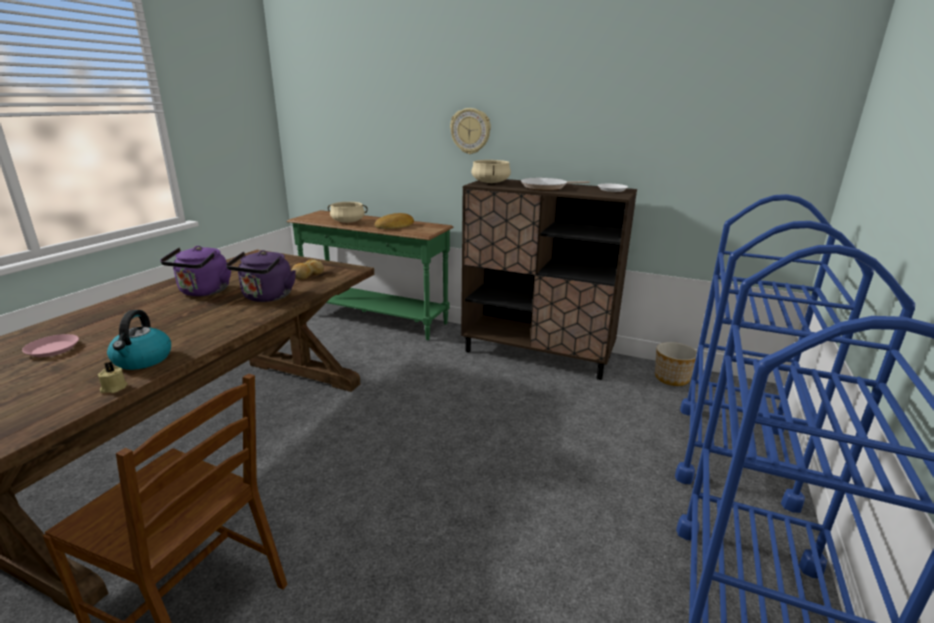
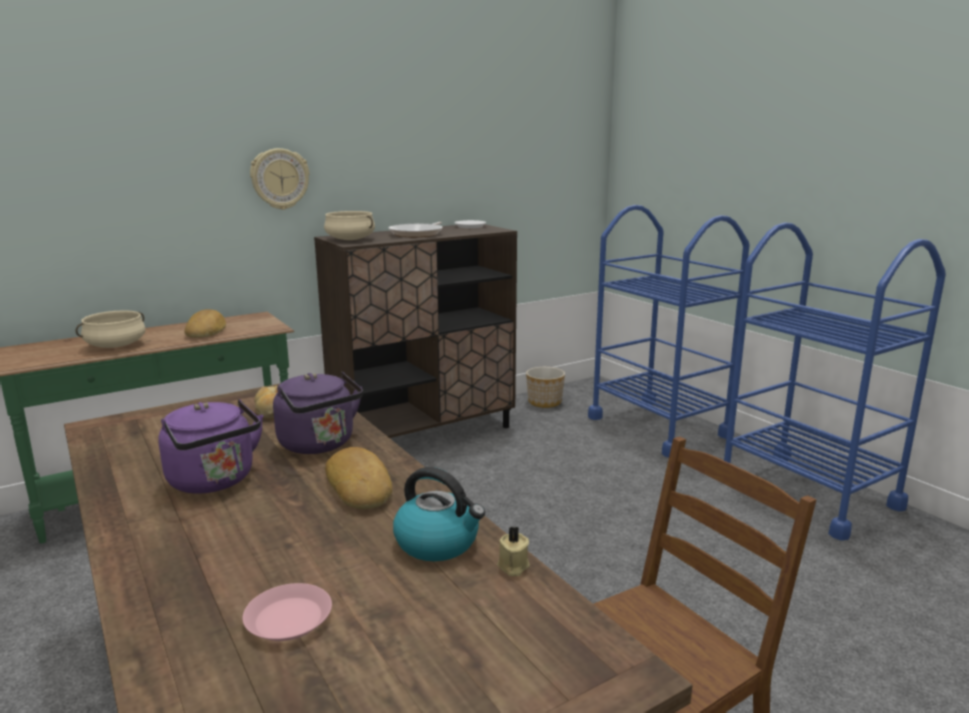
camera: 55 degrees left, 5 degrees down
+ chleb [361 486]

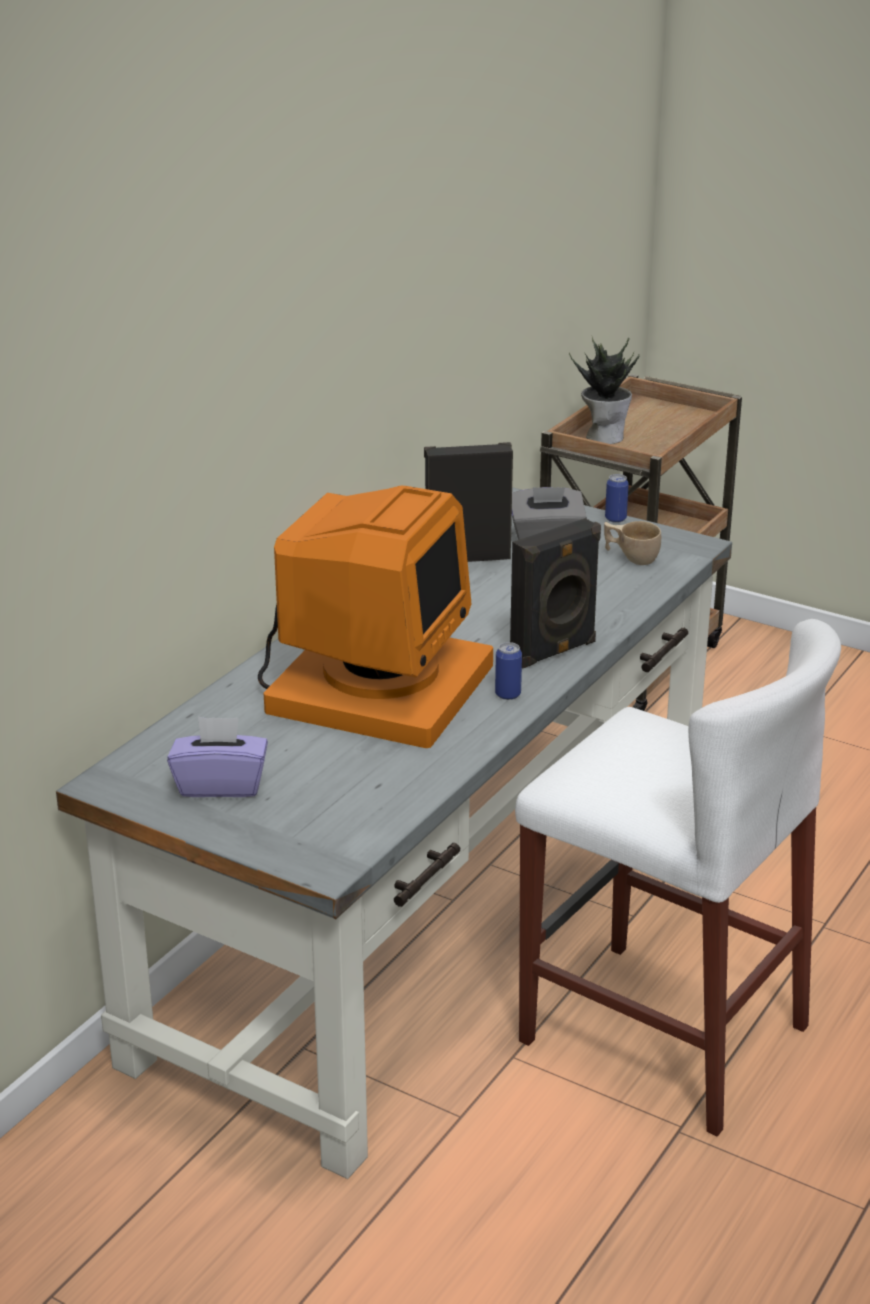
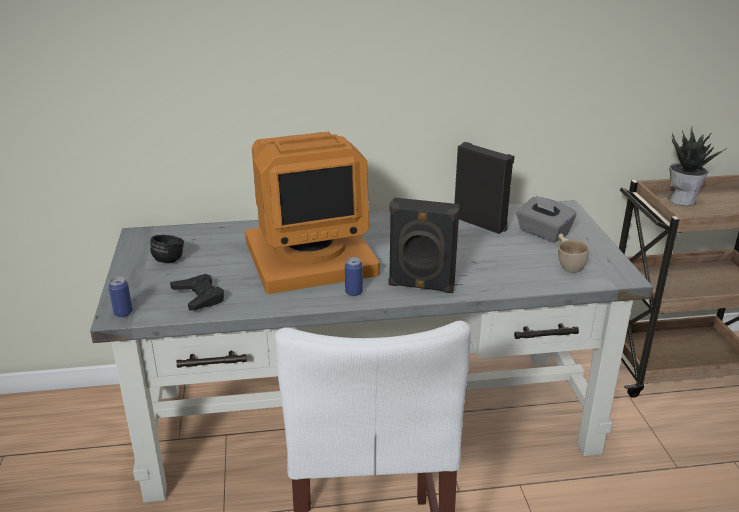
camera: 50 degrees right, 0 degrees up
~ puszka [615 519] to [123 313]
~ pudełko chusteczek [fioletowy] [221 785] to kubek [czarny] [167 259]
+ pad do gier [czarny] [199 297]

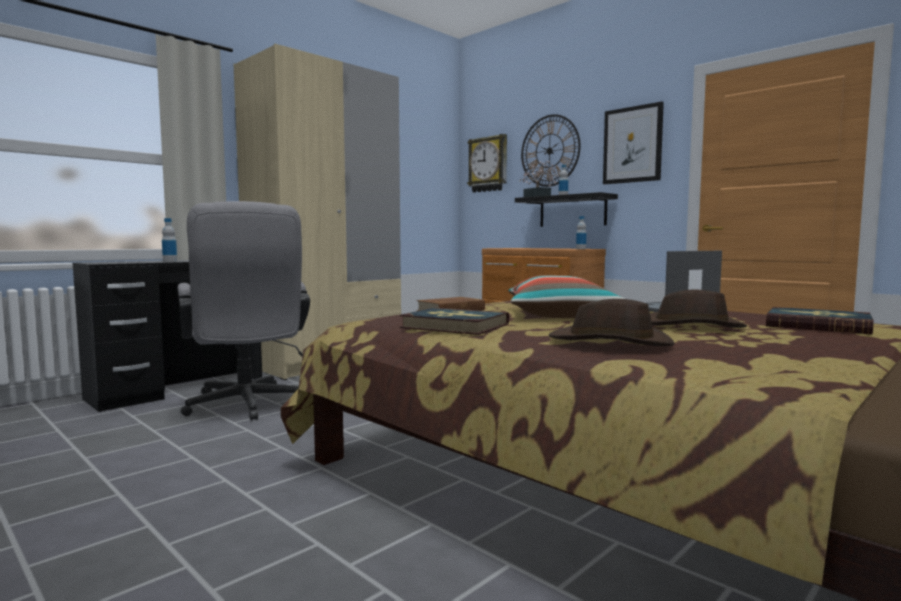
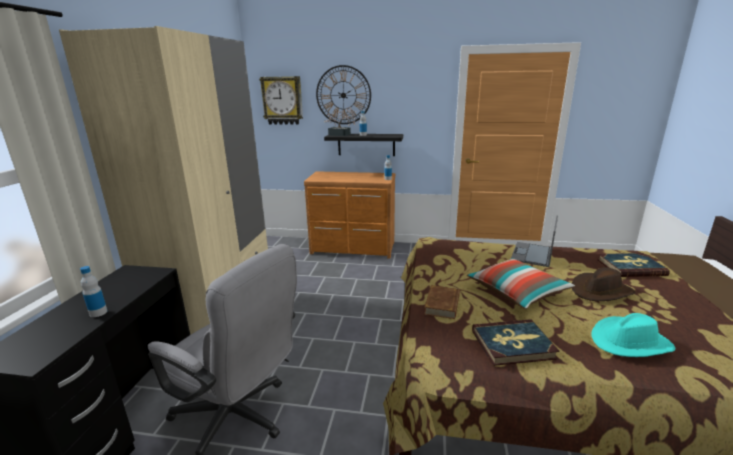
camera: 35 degrees left, 15 degrees up
~ kapelusz [brązowy] [610 342] to kapelusz [turkusowy] [630 342]
- obraz [632 145]

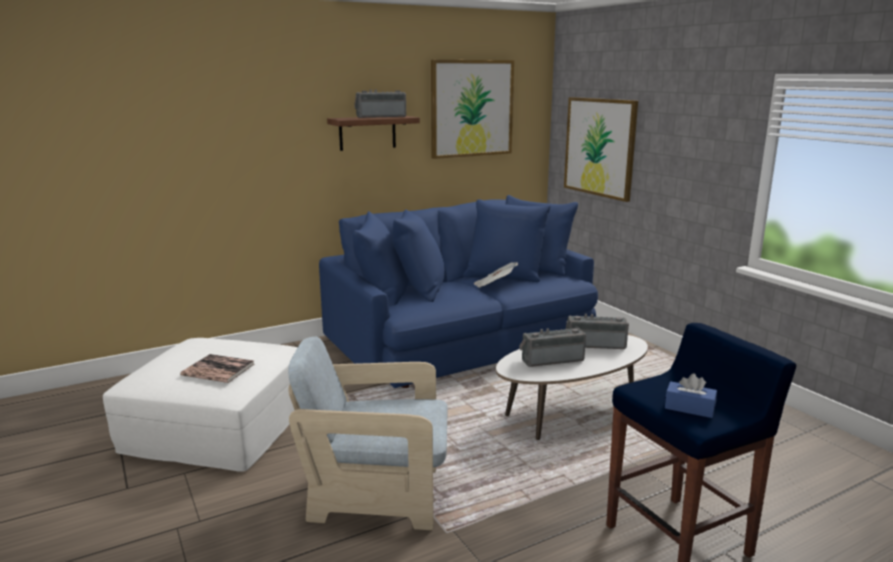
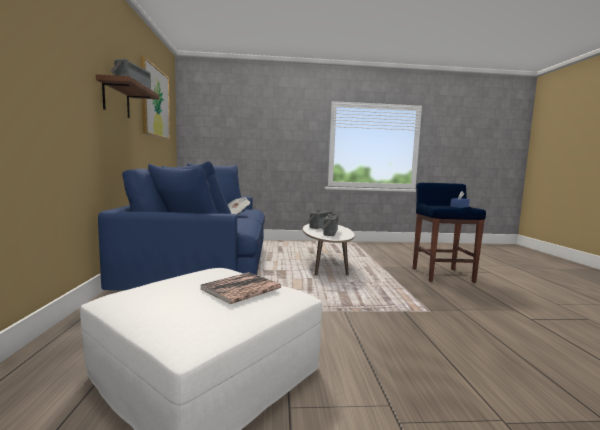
camera: 65 degrees left, 10 degrees down
- fotel [beżowy] [377 494]
- obraz [599 147]

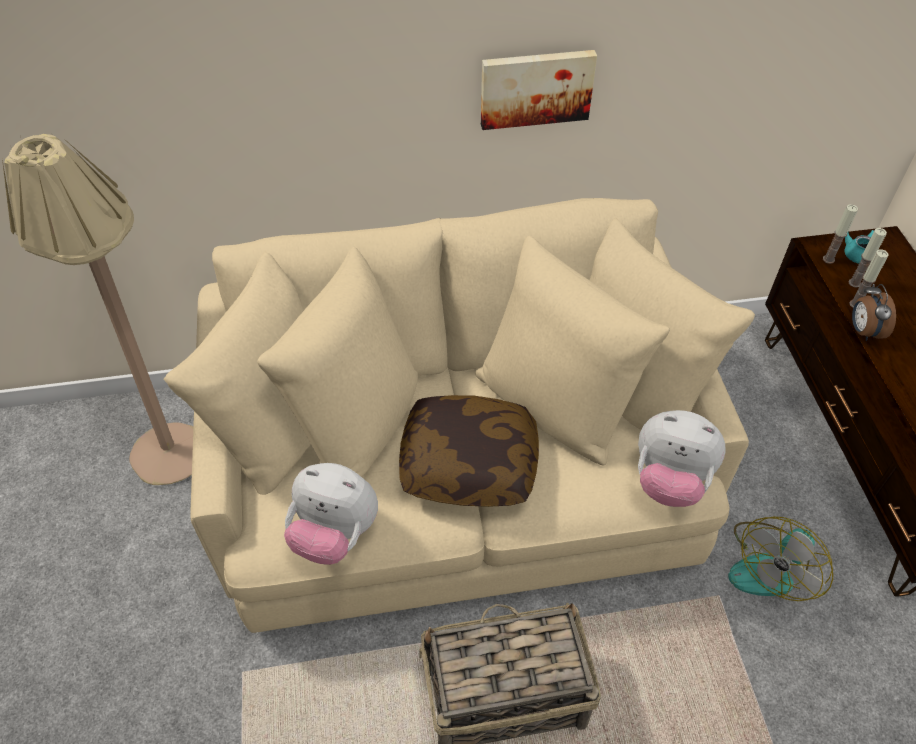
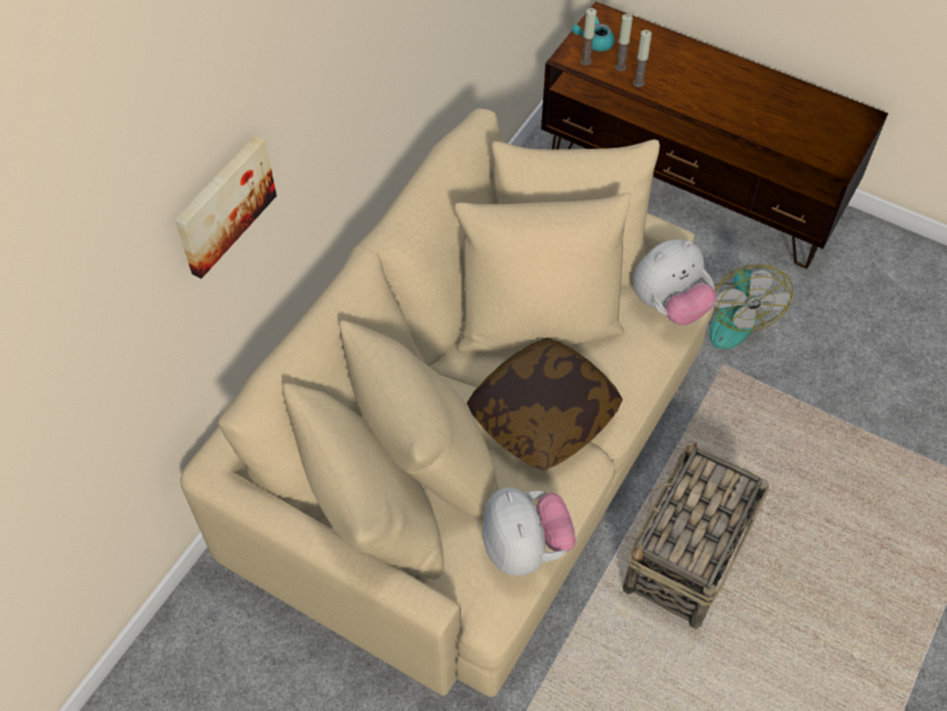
camera: 50 degrees left, 5 degrees up
~ obraz [536 87] to [223 204]
~ pluszak [334 534] = [525 548] 75 degrees counterclockwise
- lampa stojąca [beżowy] [172 438]
- budzik [863 331]

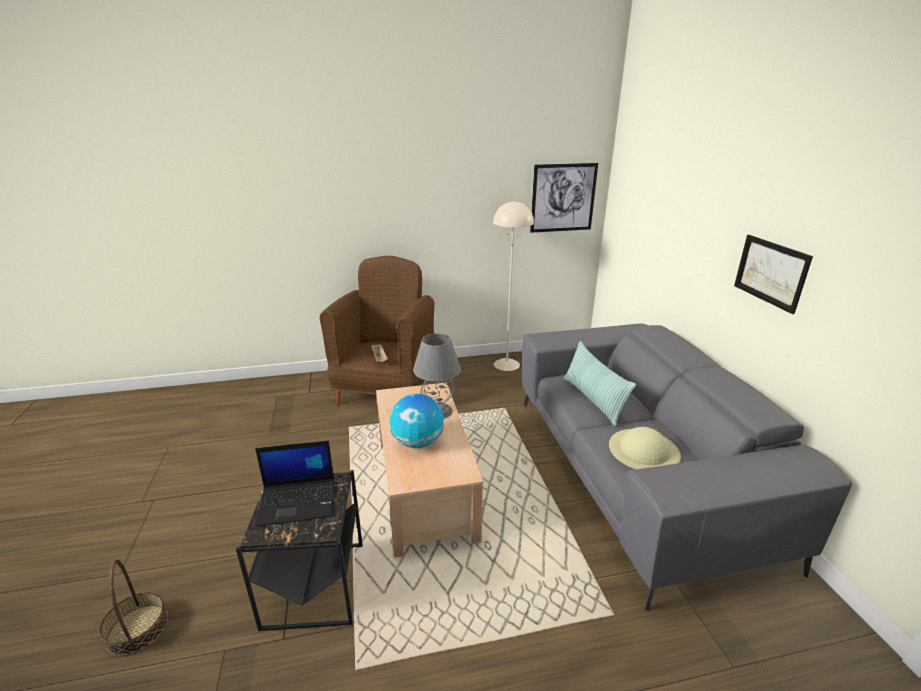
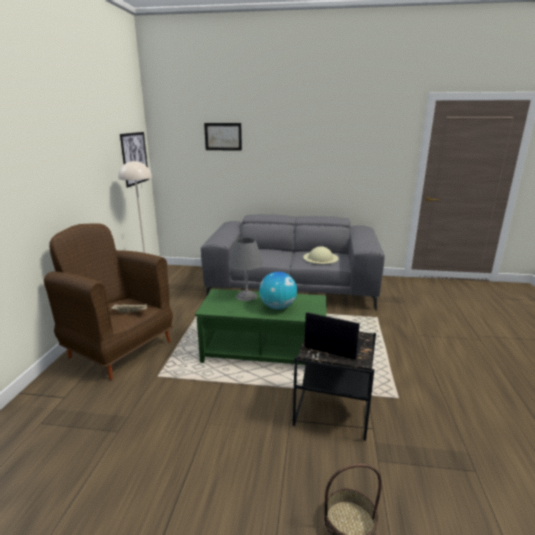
camera: 70 degrees left, 5 degrees down
~ ława [beżowy] [426 489] to ława [zielony] [264 351]
~ obraz [770 272] to [223 136]
~ laptop [298 501] = [333 344] 75 degrees counterclockwise
- poduszka [593 399]

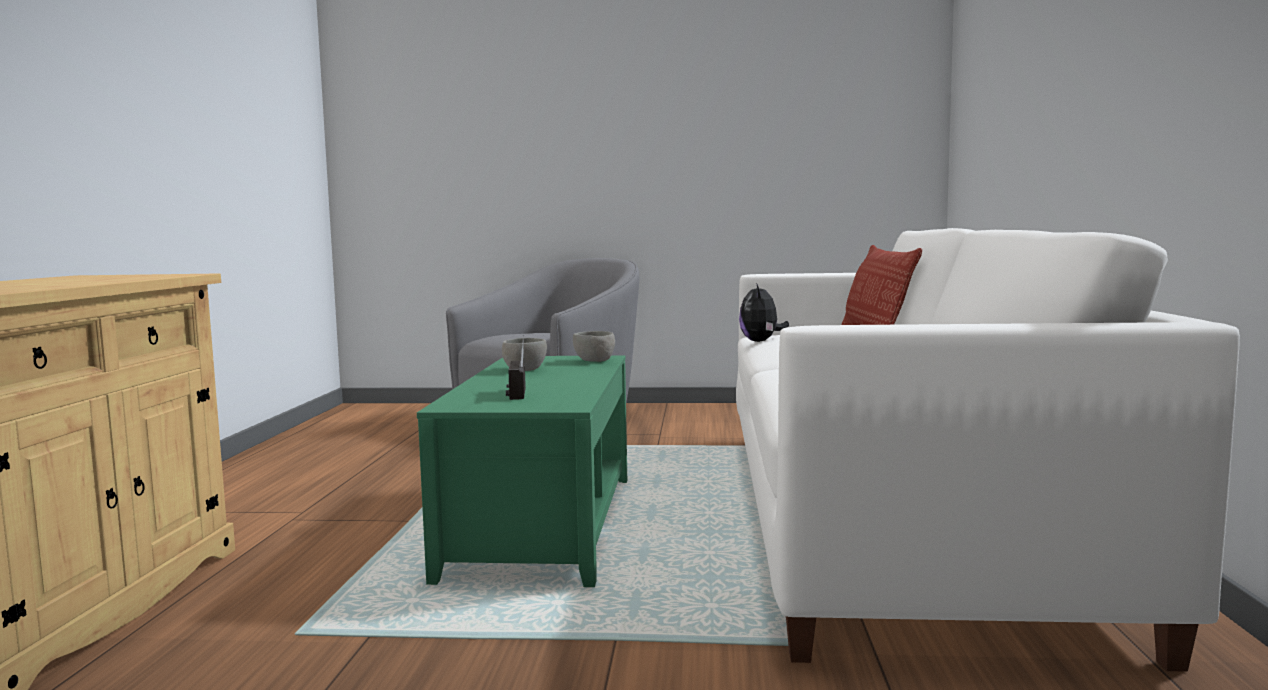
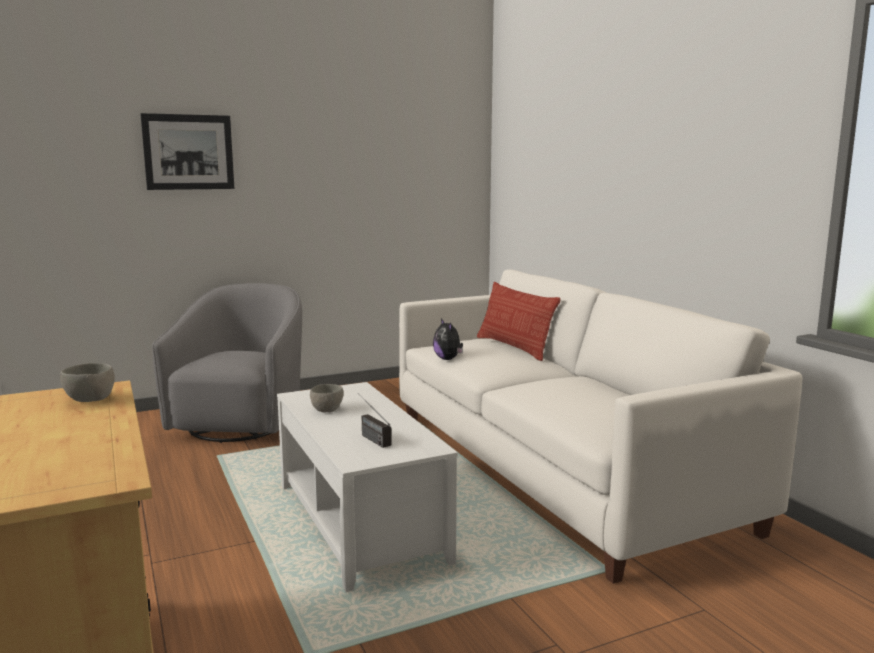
camera: 30 degrees left, 5 degrees up
~ miska [szary] [594 361] to [90 400]
+ obraz [188 152]
~ ława [zielony] [544 526] to ława [biały] [360 522]

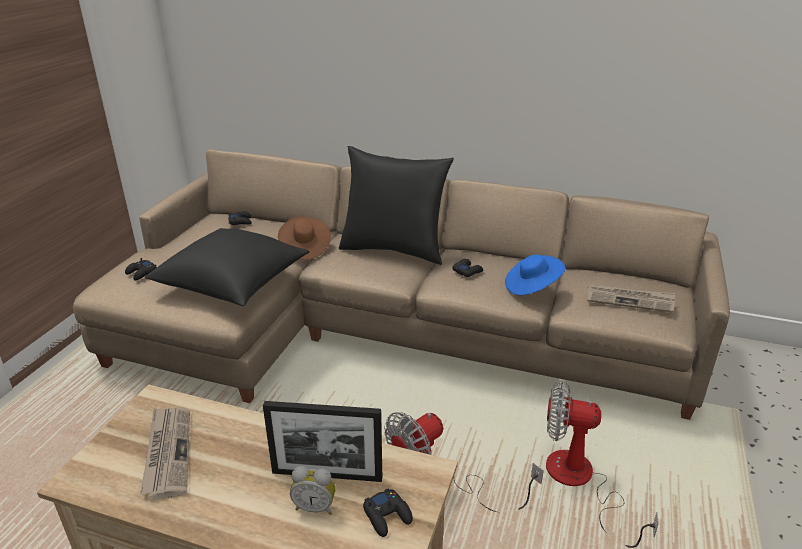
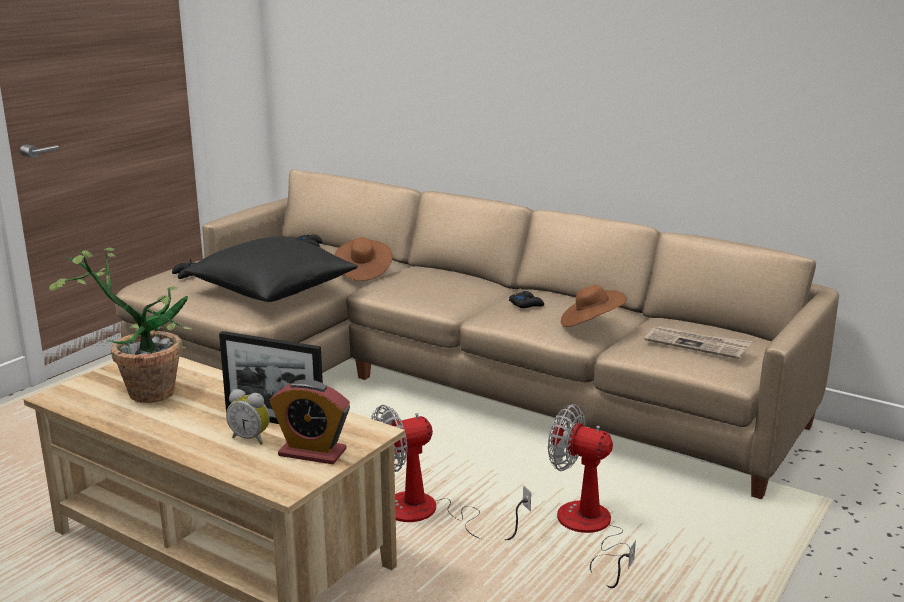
camera: 15 degrees right, 10 degrees down
~ gazeta [167 453] to roślina doniczkowa [142 390]
~ pad do gier [czarny] [387 516] to budzik [312 452]
~ kapelusz [niebieski] [532 287] to kapelusz [brązowy] [590 324]
- poduszka [czarny] [394 249]

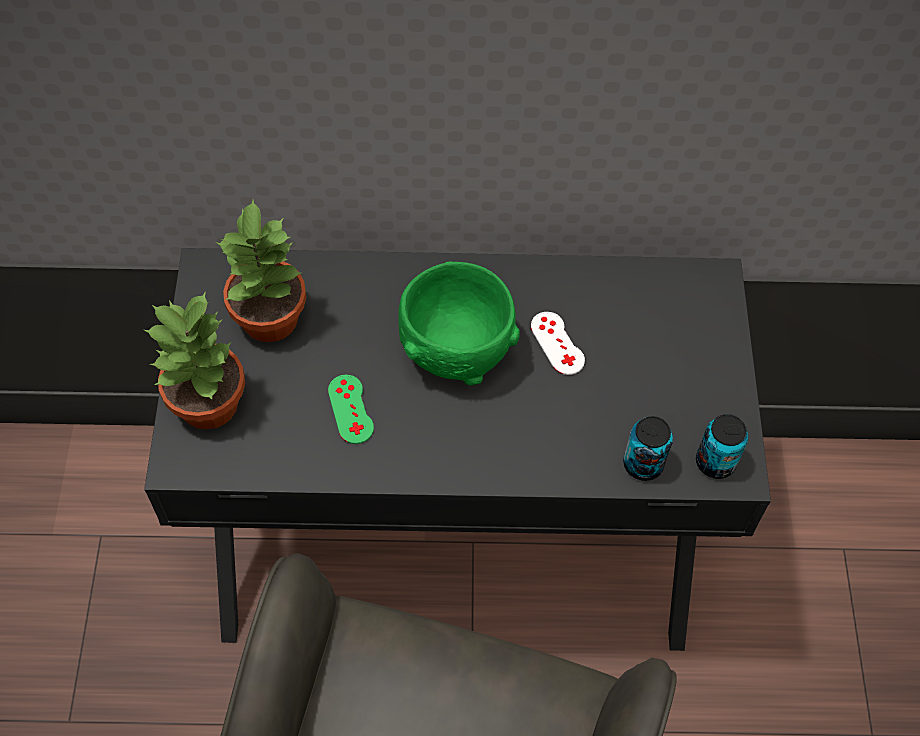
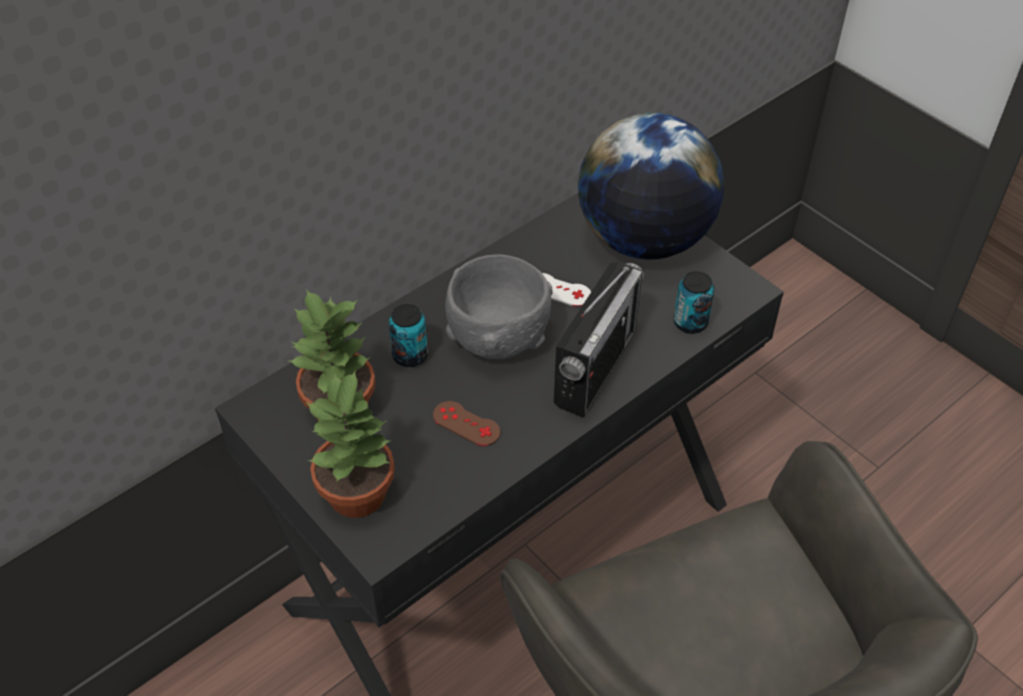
camera: 40 degrees left, 10 degrees down
~ puszka [715 462] to [410 355]
~ pad do gier [zielony] [350 409] to pad do gier [brązowy] [466 424]
~ miska [zielony] [455 352] to miska [szary] [498 339]
+ radio [595 368]
+ globus [644 239]

